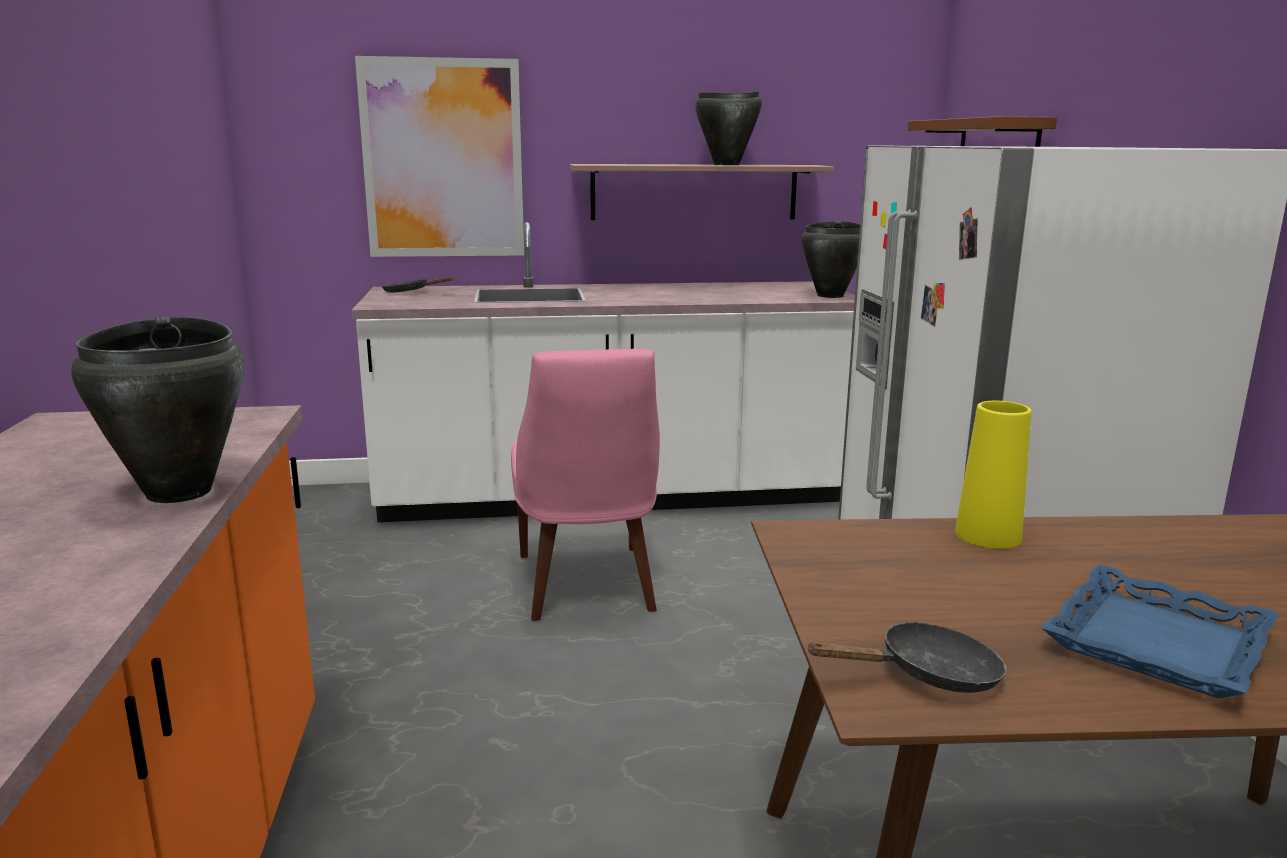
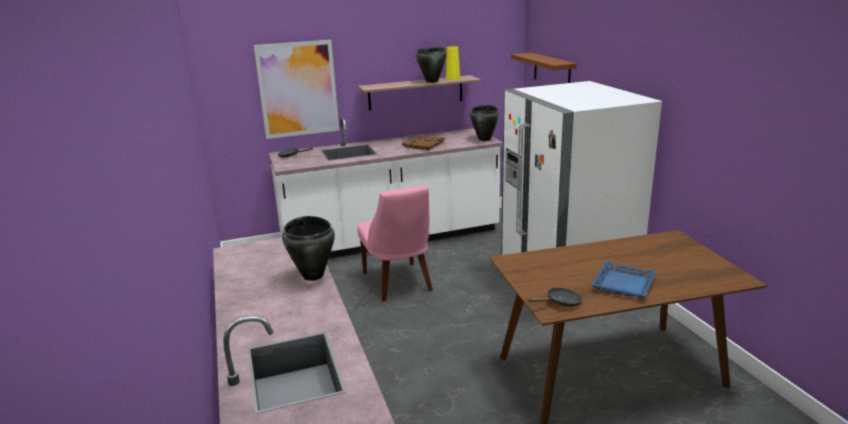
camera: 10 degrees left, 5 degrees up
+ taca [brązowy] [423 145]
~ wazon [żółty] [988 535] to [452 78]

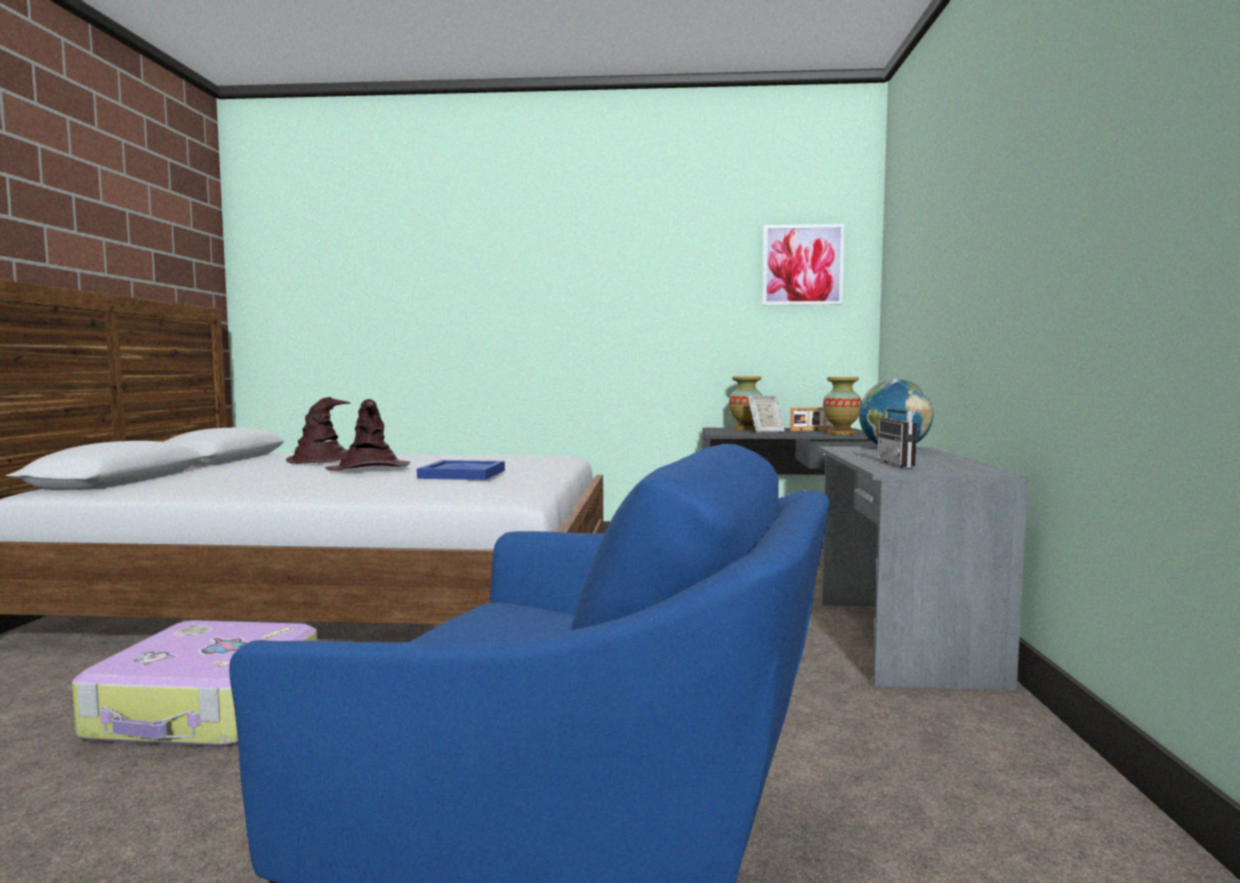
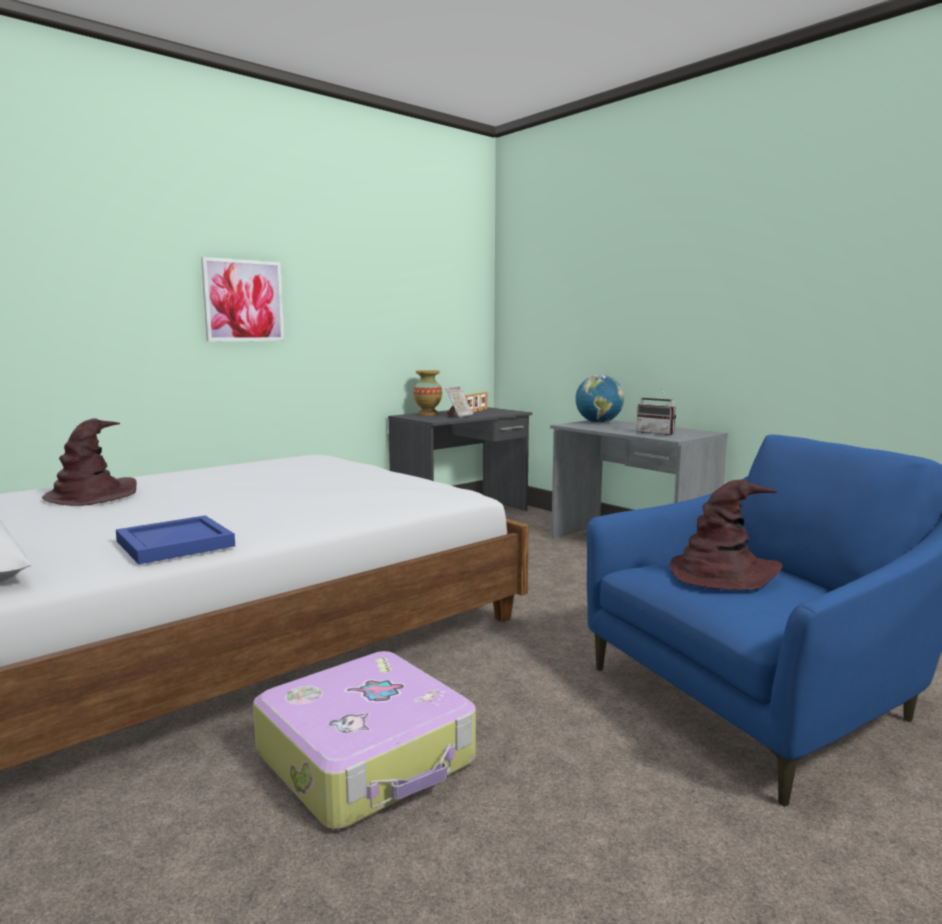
camera: 45 degrees left, 5 degrees up
~ taca [niebieski] [464 474] to [176 543]
~ obraz [802 265] to [243 301]
~ kapelusz [brązowy] [369 468] to [723 573]
- wazon [841 433]

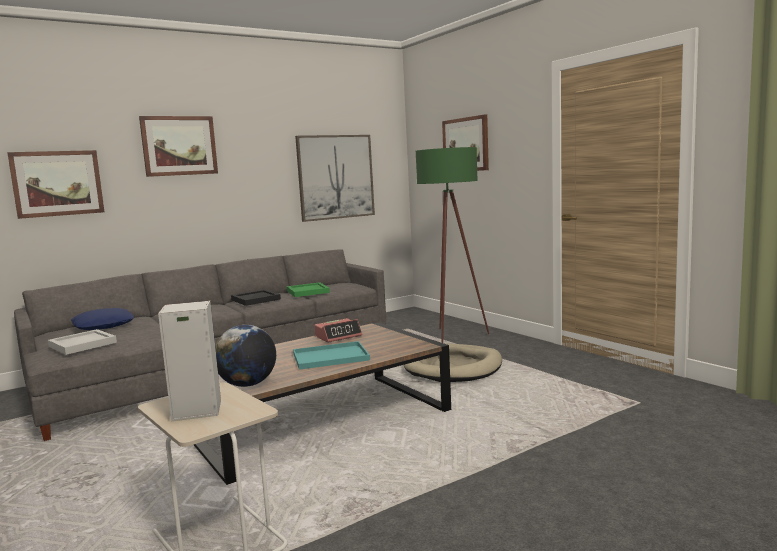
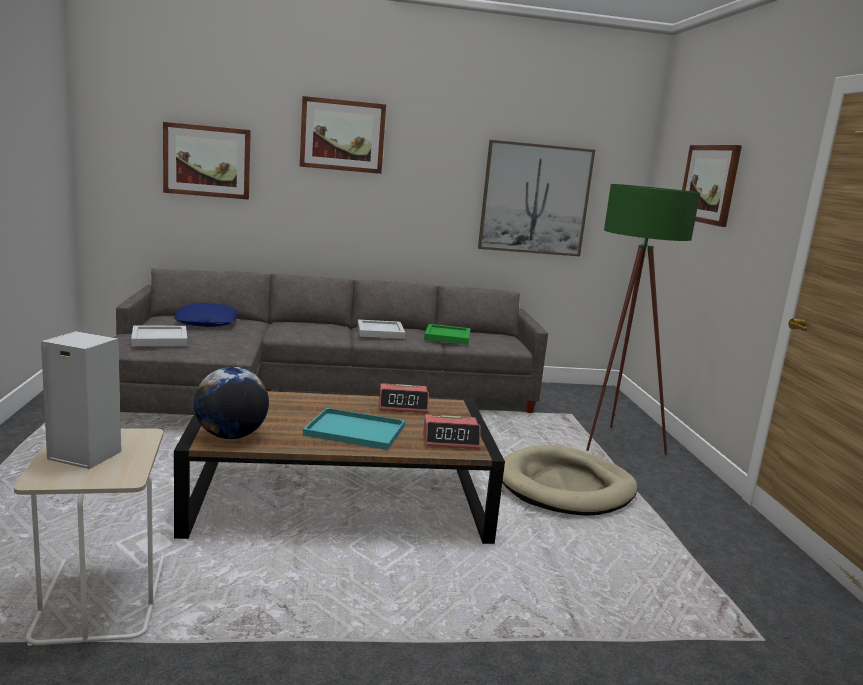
camera: 25 degrees right, 5 degrees up
~ taca [czarny] [256 299] to taca [biały] [381 332]
+ budzik [451 440]

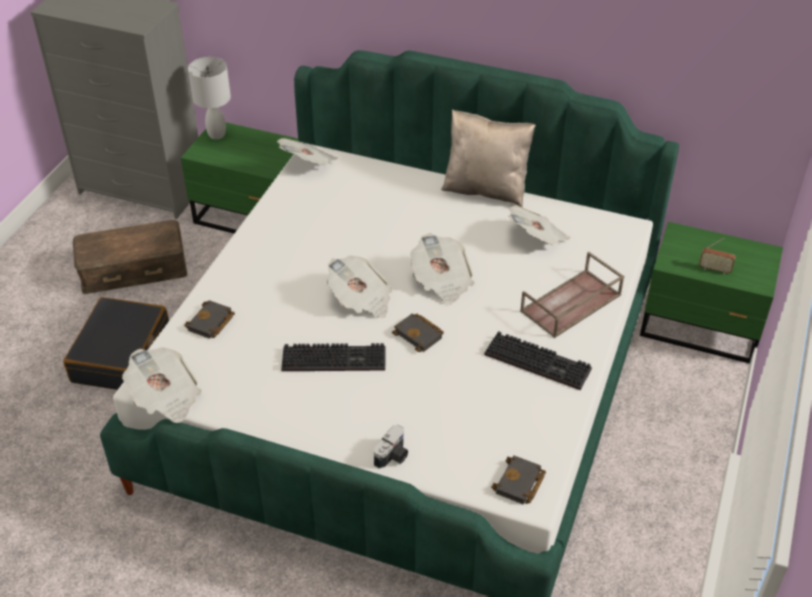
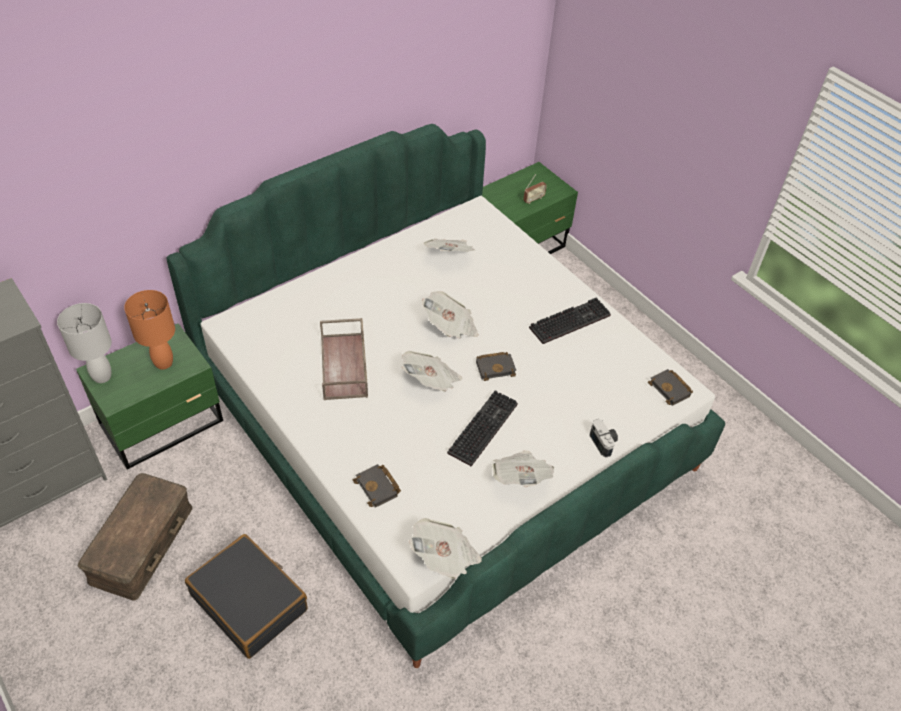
camera: 60 degrees left, 5 degrees up
+ lampa stołowa [pomarańczowy] [164 362]
~ taca [brązowy] [570 304] to [345 366]
~ gazeta [309 164] to [520 478]
- poduszka [beżowy] [485 189]

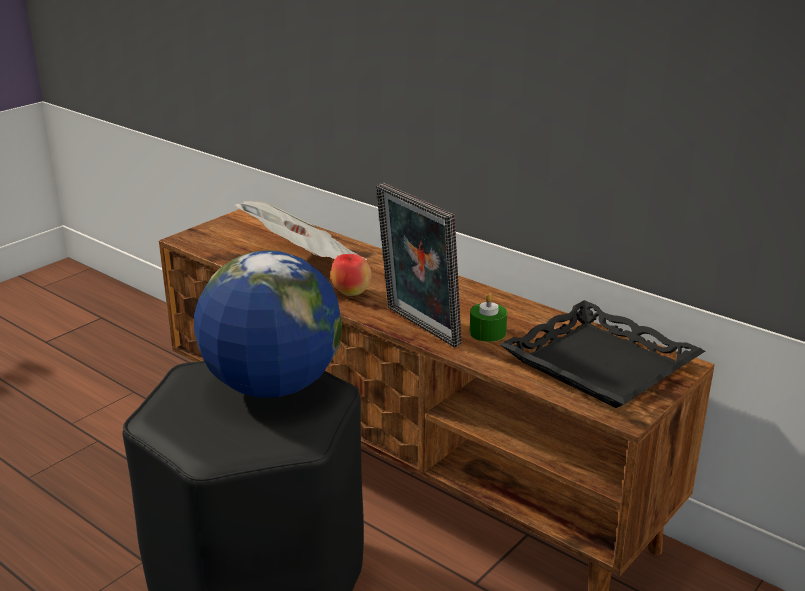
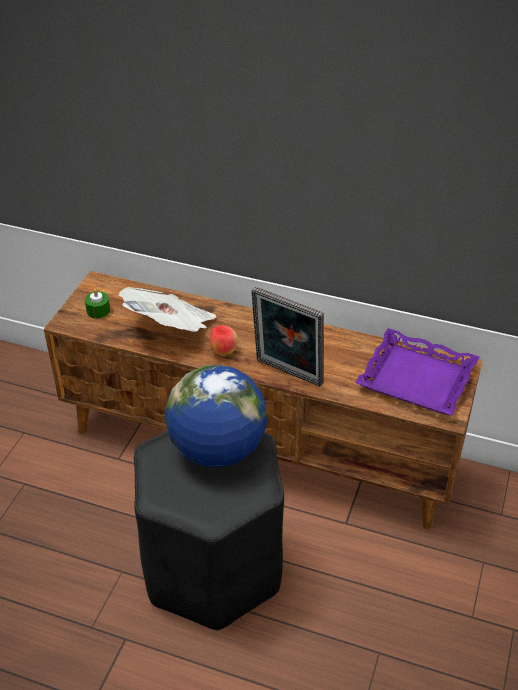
camera: 20 degrees left, 15 degrees up
~ świeca [zielony] [487 332] to [98 310]
~ taca [czarny] [601 364] to taca [fioletowy] [417 378]

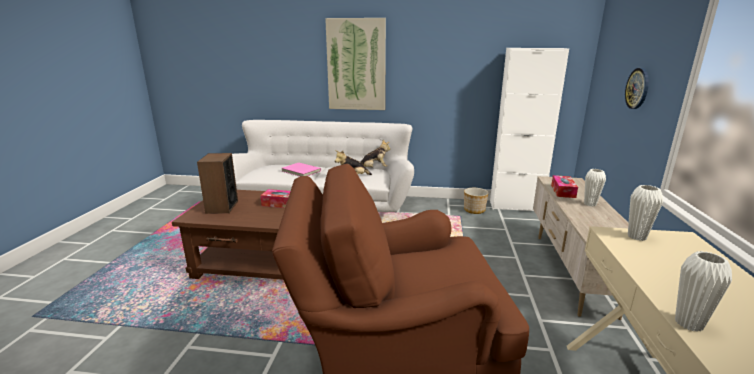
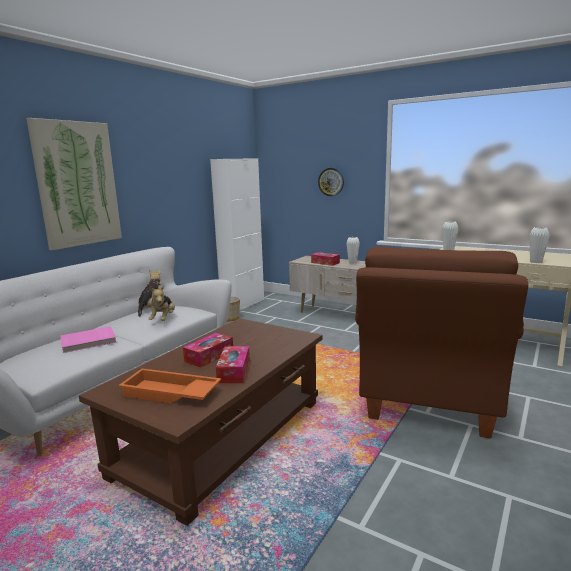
camera: 65 degrees left, 5 degrees down
~ głośnik [222 207] to taca [pomarańczowy] [169 394]
+ pudełko chusteczek [234 371]

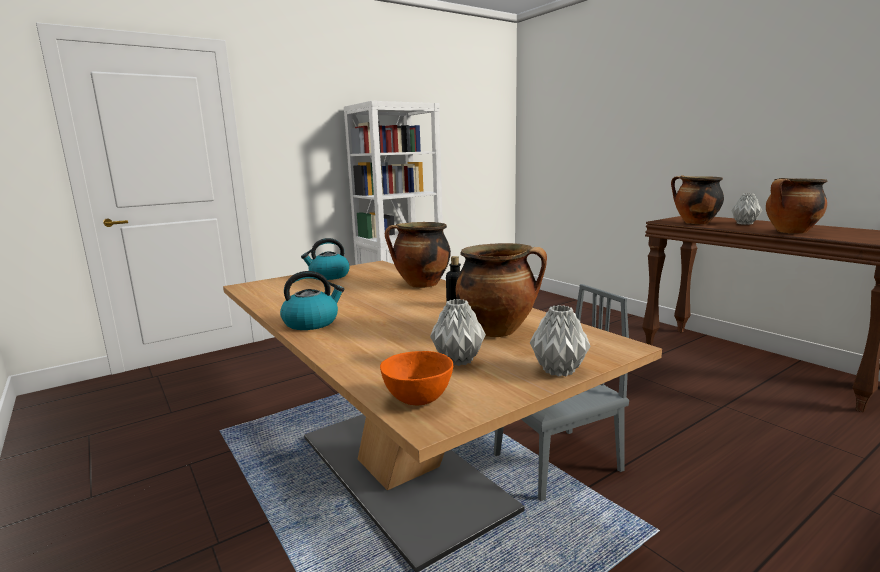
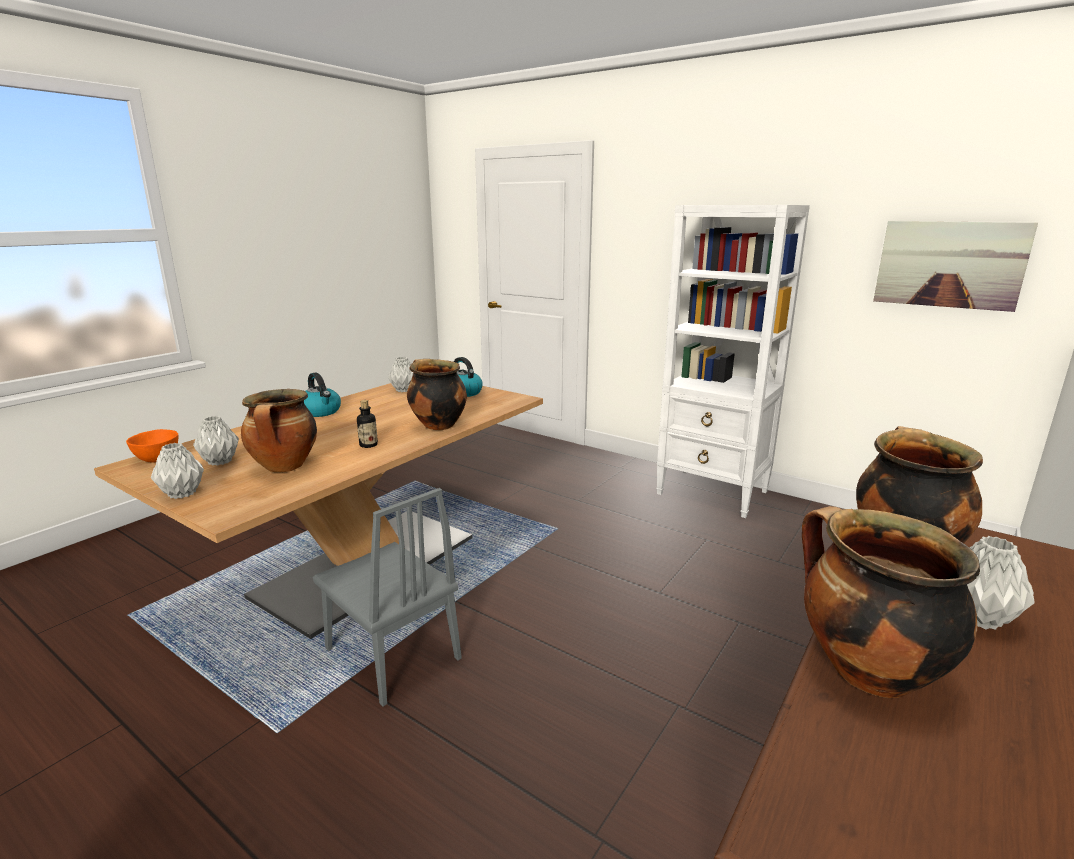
camera: 70 degrees right, 5 degrees up
+ wazon [szary] [404 390]
+ obraz [949 264]

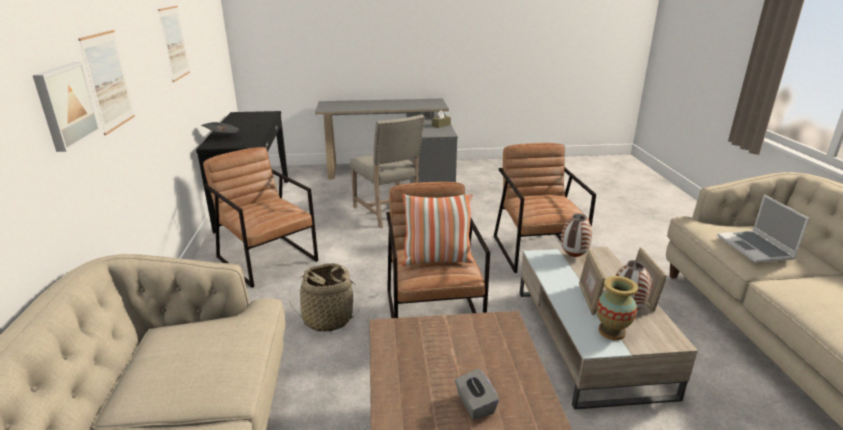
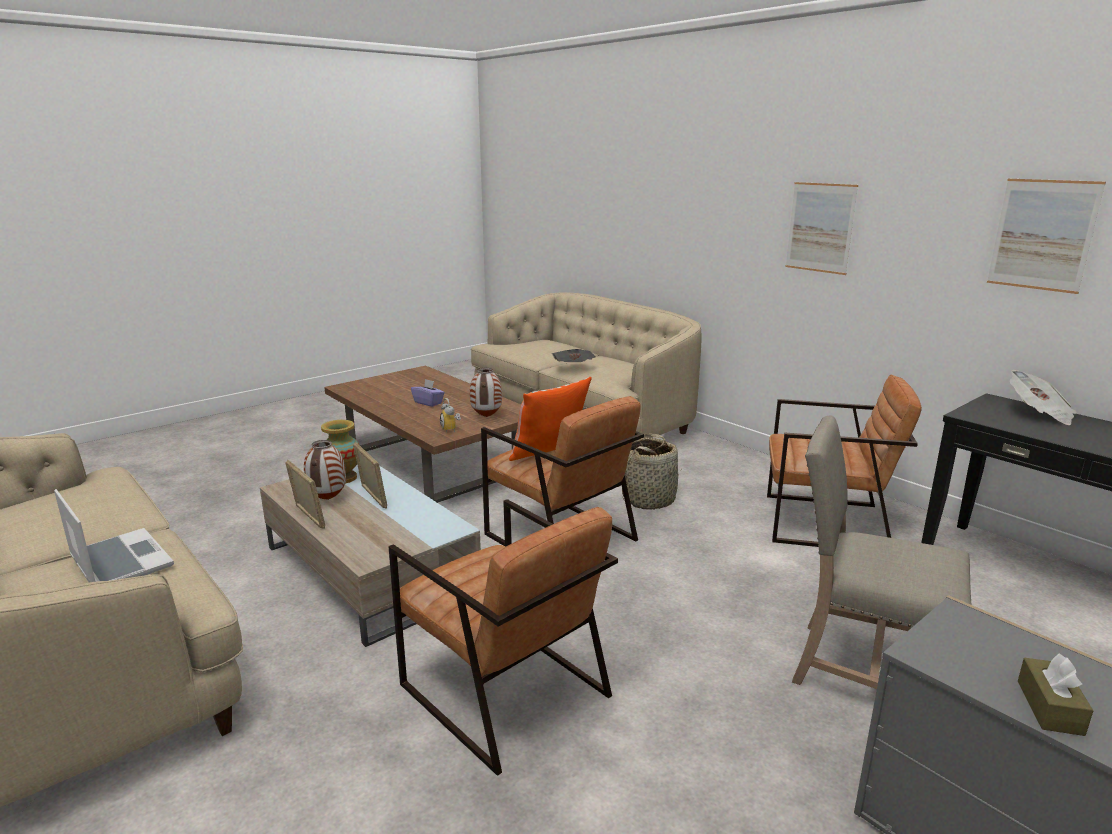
camera: 145 degrees right, 5 degrees down
~ pudełko chusteczek [szary] [475 404] to pudełko chusteczek [fioletowy] [428 402]
+ budzik [451 429]
~ wazon [573 256] to [487 417]
+ gazeta [573 368]
- obraz [64 105]

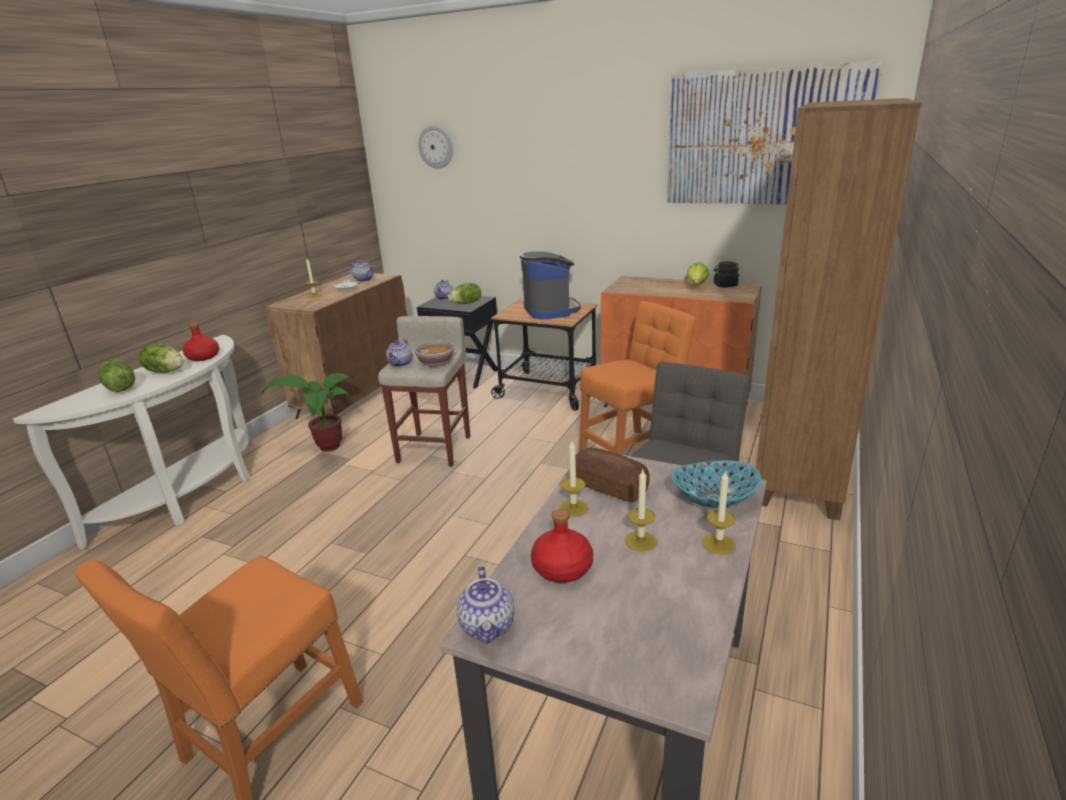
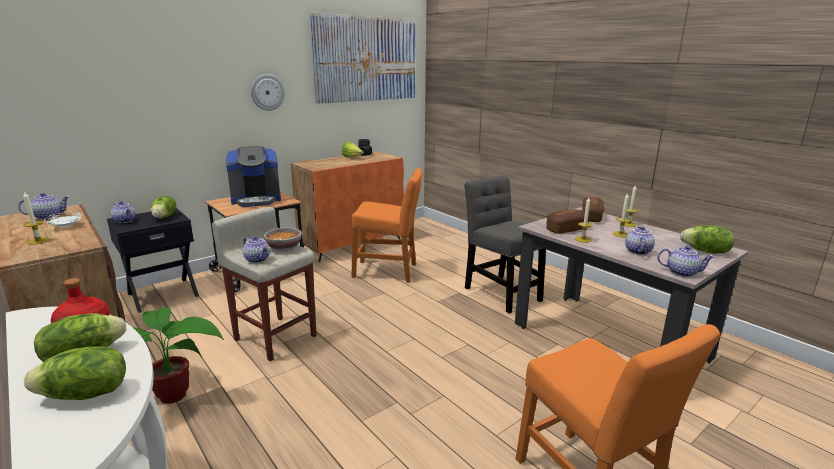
camera: 65 degrees left, 5 degrees down
~ ekspres do kawy [550 310] = [256 200] 150 degrees clockwise
~ zegar ścienny [436 147] to [267 92]
~ krzesło [pomarańczowy] [633 452] = [388 271] 105 degrees clockwise
~ miska [713 499] to chleb [591 217]
~ butelka [czerwony] [561 567] to imbryk [637 251]
+ sałata [705 251]
- regał [brązowy] [800 472]

